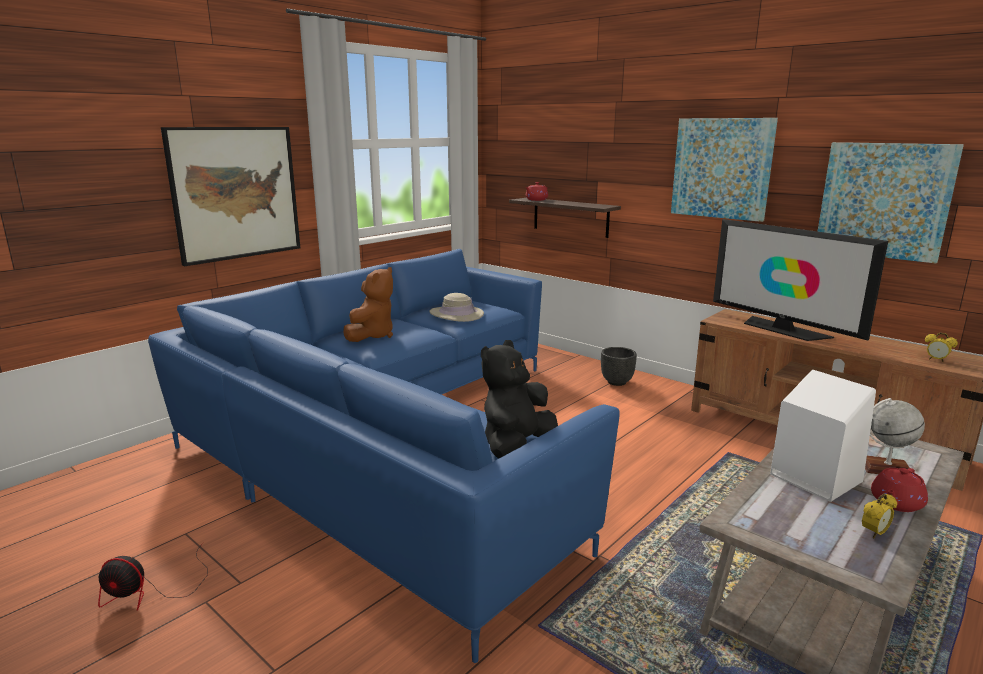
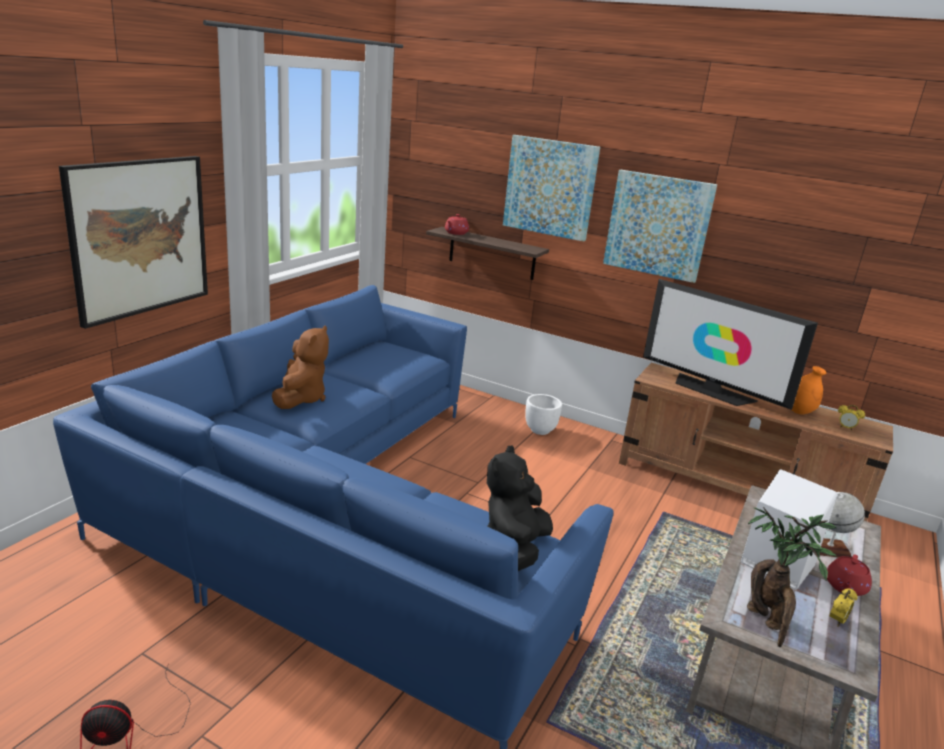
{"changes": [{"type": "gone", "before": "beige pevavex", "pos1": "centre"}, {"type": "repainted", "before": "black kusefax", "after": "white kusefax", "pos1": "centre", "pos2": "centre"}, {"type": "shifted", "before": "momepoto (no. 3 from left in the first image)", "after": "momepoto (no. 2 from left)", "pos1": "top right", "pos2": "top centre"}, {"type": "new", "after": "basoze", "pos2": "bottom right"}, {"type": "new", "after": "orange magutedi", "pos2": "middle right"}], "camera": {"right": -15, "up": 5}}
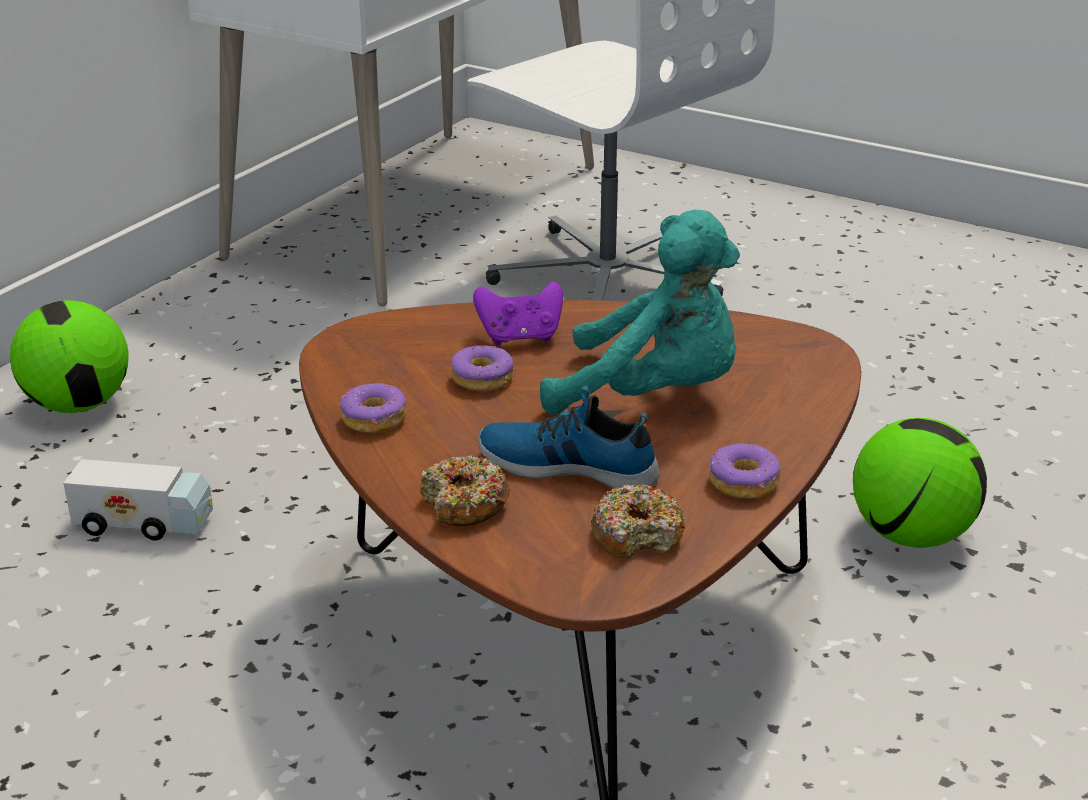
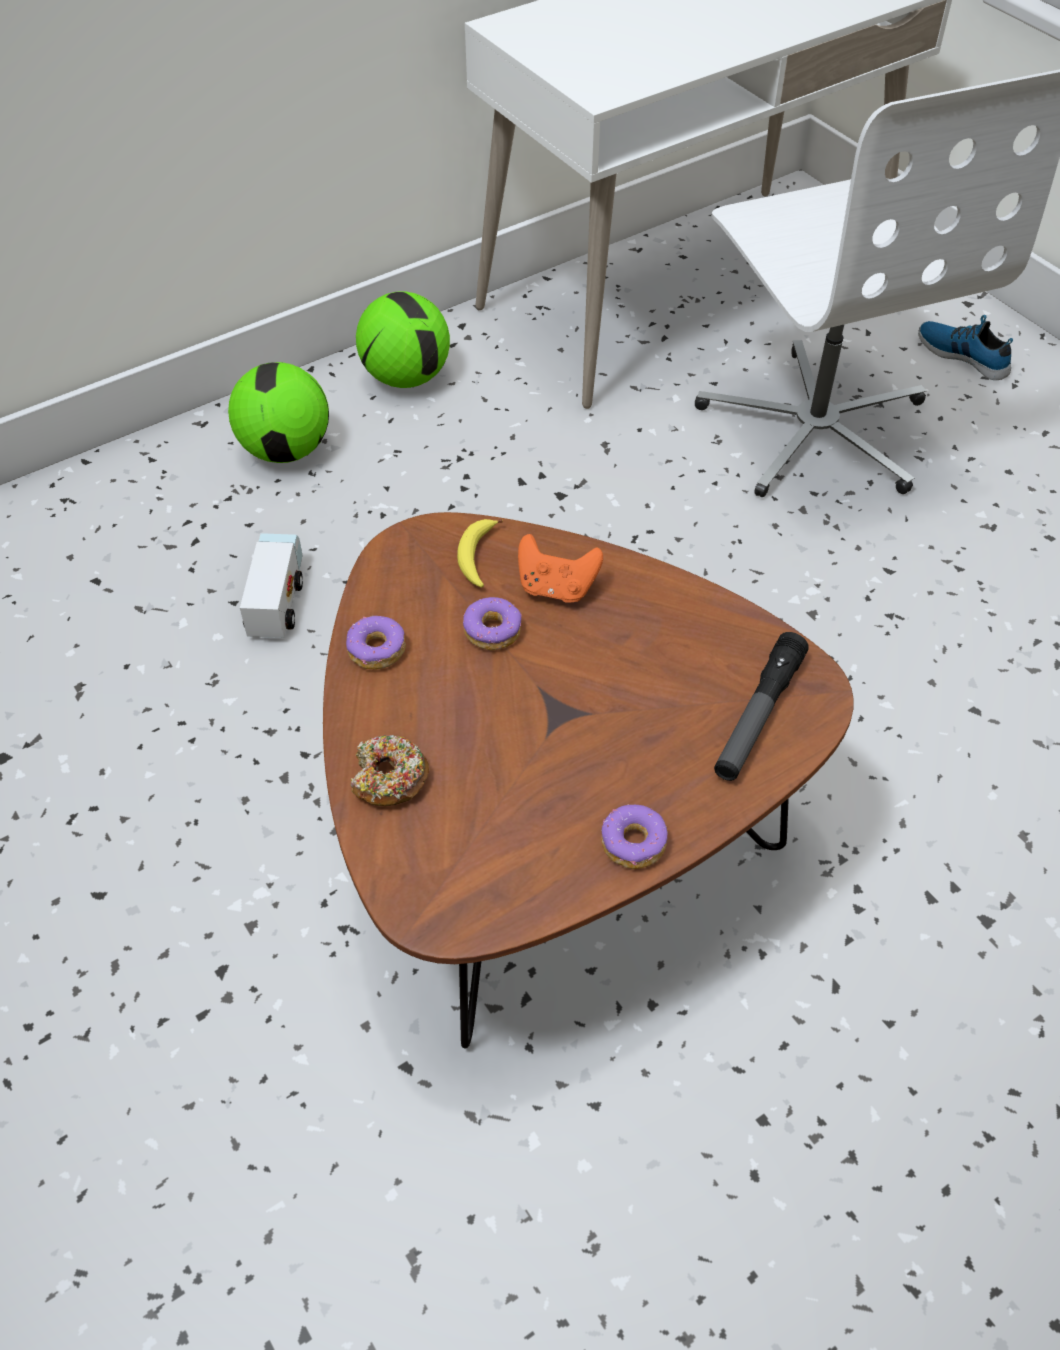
{"changes": [{"type": "rotated", "before": "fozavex", "pos1": "middle left", "pos2": "middle left", "turn": -120}, {"type": "repainted", "before": "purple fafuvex", "after": "orange fafuvex", "pos1": "centre", "pos2": "centre"}, {"type": "shifted", "before": "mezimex", "pos1": "centre", "pos2": "top right"}, {"type": "gone", "before": "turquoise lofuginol", "pos1": "centre"}, {"type": "gone", "before": "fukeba (no. 4 from left)", "pos1": "centre"}, {"type": "shifted", "before": "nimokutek (no. 2 from left)", "pos1": "middle right", "pos2": "top centre"}, {"type": "new", "after": "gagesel", "pos2": "centre"}, {"type": "new", "after": "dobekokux", "pos2": "middle right"}], "camera": {"right": 25, "up": 20}}
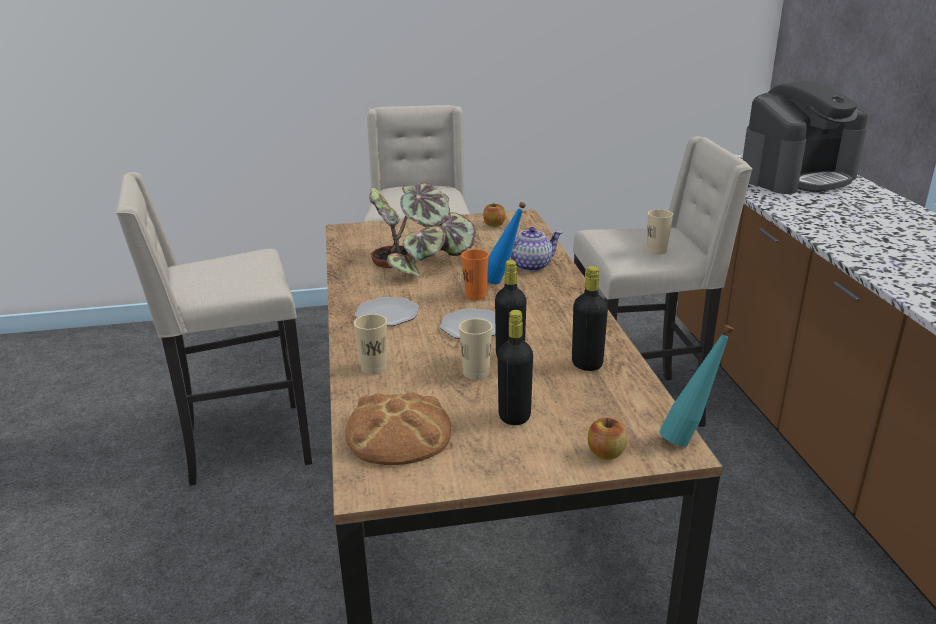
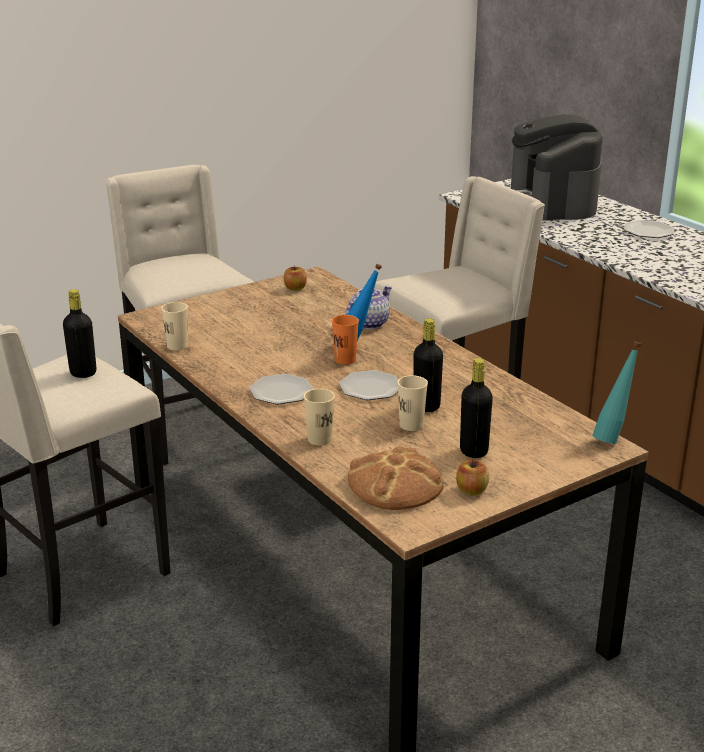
{"changes": [{"type": "gone", "before": "basoze", "pos1": "centre"}, {"type": "shifted", "before": "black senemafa (no. 3 from left in the first image)", "after": "black senemafa (no. 1 from left)", "pos1": "centre", "pos2": "middle left"}, {"type": "shifted", "before": "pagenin (no. 2 from left)", "pos1": "bottom centre", "pos2": "middle right"}, {"type": "shifted", "before": "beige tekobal (no. 3 from left in the first image)", "after": "beige tekobal (no. 1 from left)", "pos1": "middle right", "pos2": "middle left"}, {"type": "rotated", "before": "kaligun", "pos1": "top right", "pos2": "top right", "turn": 135}, {"type": "new", "after": "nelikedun (no. 3 from left)", "pos2": "top right"}], "camera": {"right": -25, "up": 0}}
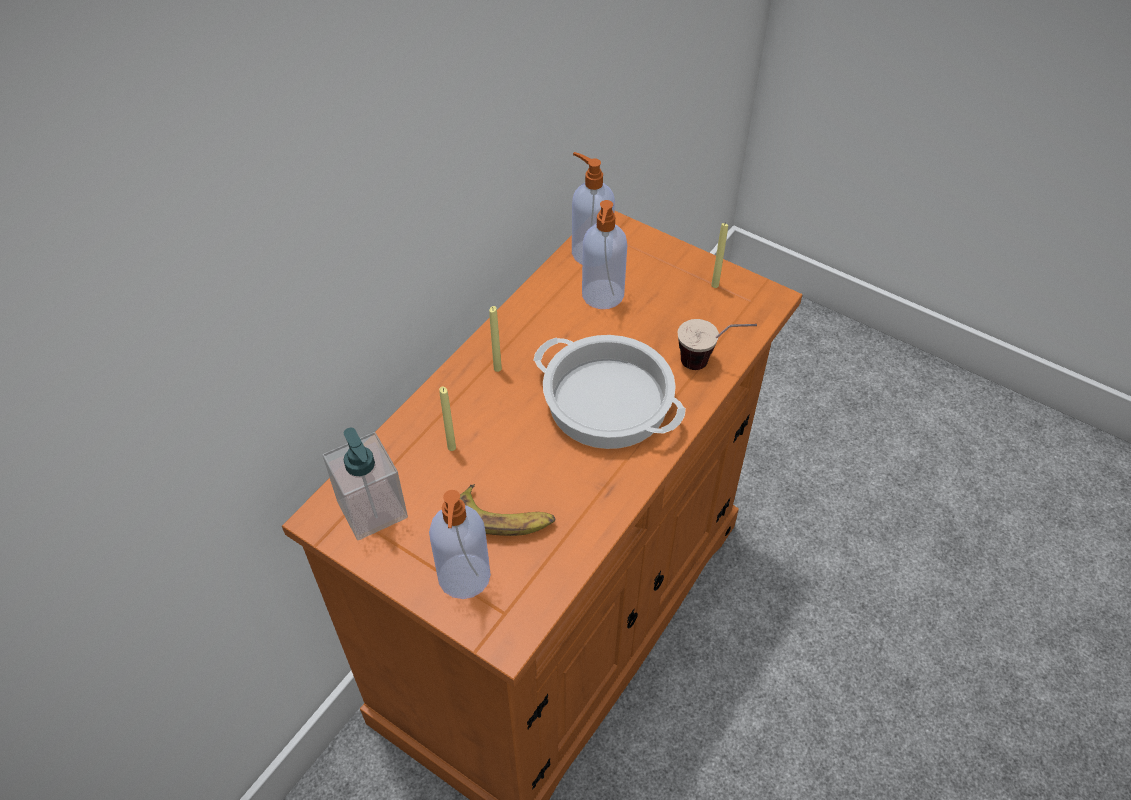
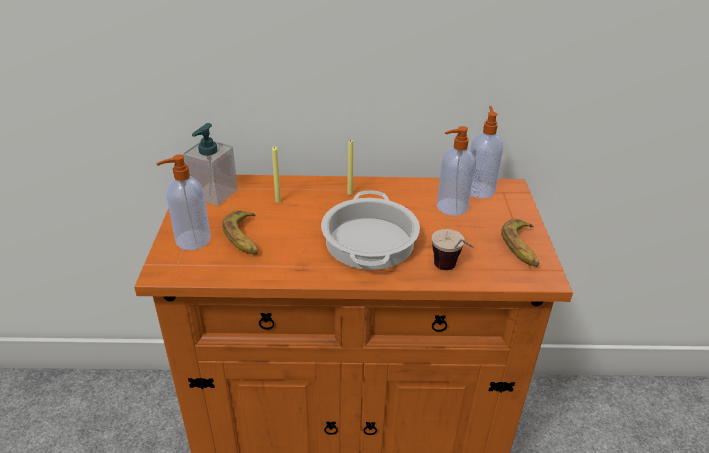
{"changes": [{"type": "swapped", "before": "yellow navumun (no. 3 from left)", "after": "gagesel (no. 2 from left)", "pos1": "top centre", "pos2": "middle right"}], "camera": {"right": 55, "up": -15}}
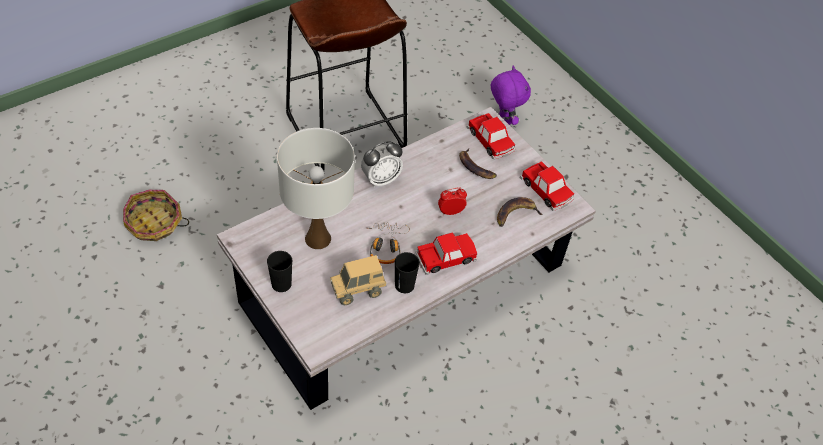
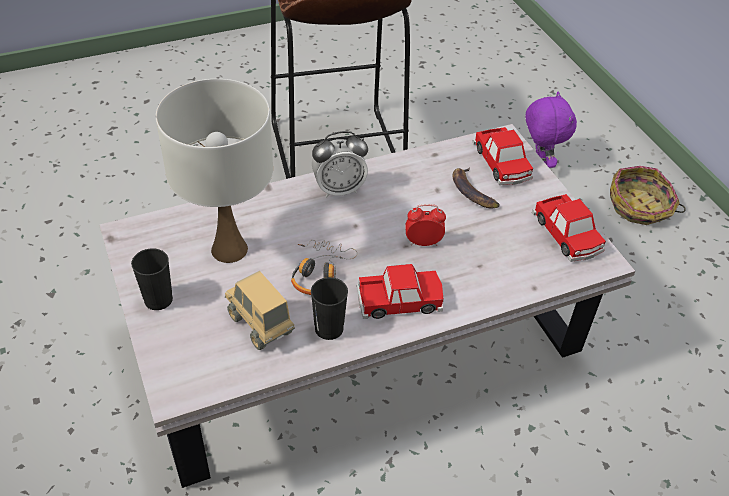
{"changes": [{"type": "shifted", "before": "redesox", "pos1": "middle left", "pos2": "middle right"}, {"type": "rotated", "before": "fozavex", "pos1": "centre", "pos2": "centre", "turn": 60}, {"type": "gone", "before": "gagesel (no. 2 from left)", "pos1": "centre"}], "camera": {"right": 15, "up": -5}}
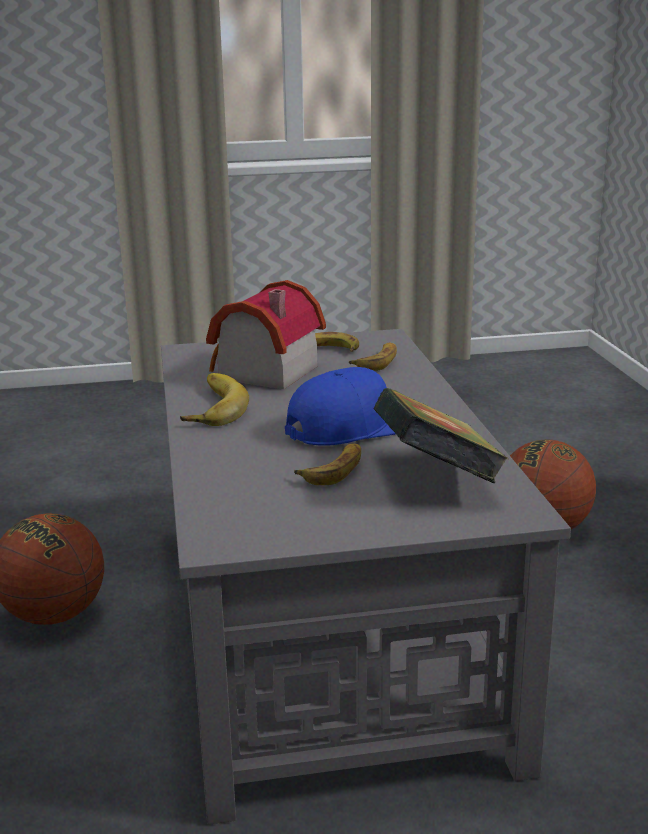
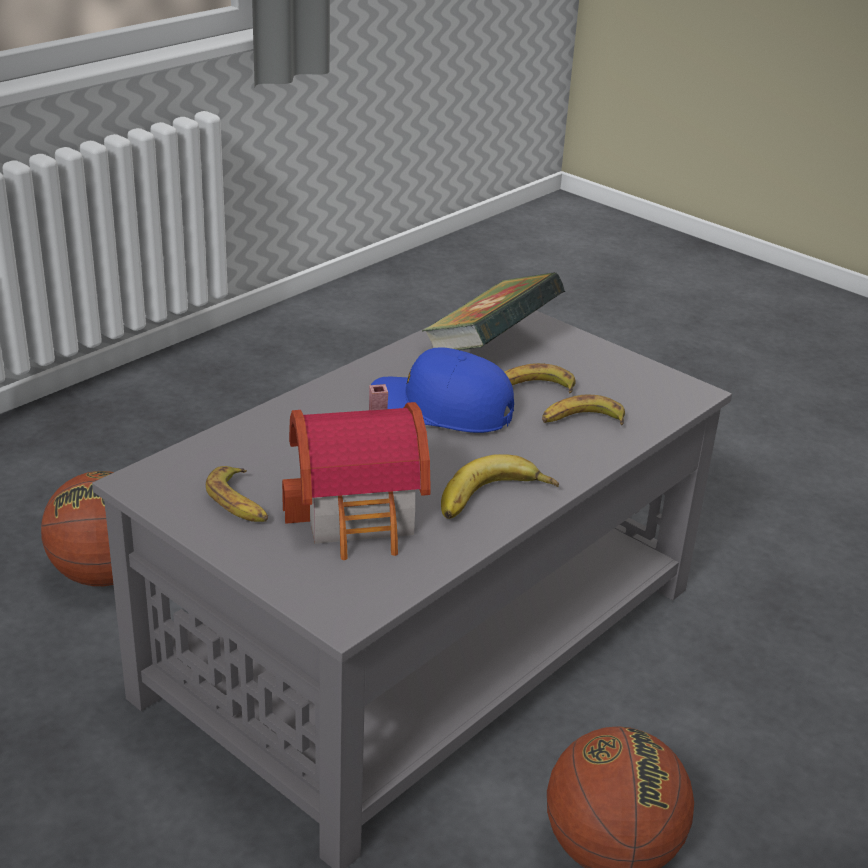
{"changes": [{"type": "shifted", "before": "gagesel (no. 4 from left)", "pos1": "centre", "pos2": "middle right"}], "camera": {"right": -130, "up": 10}}
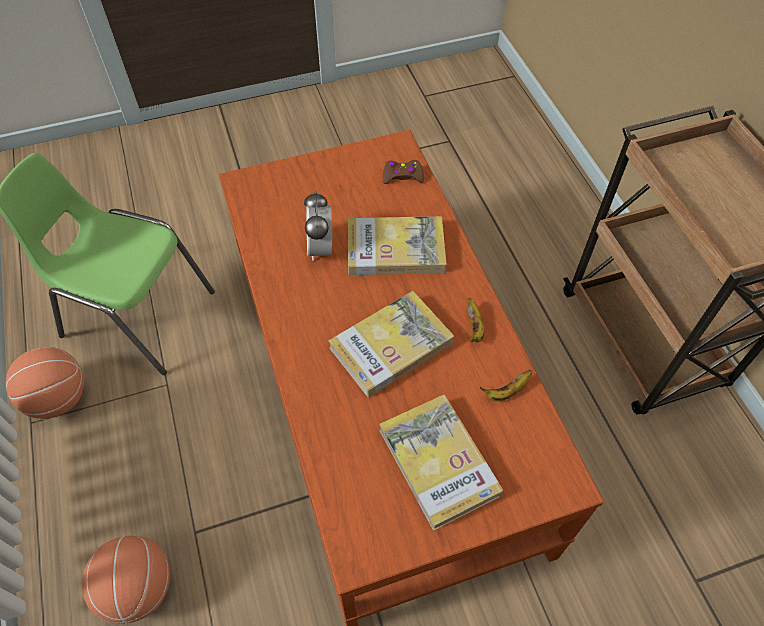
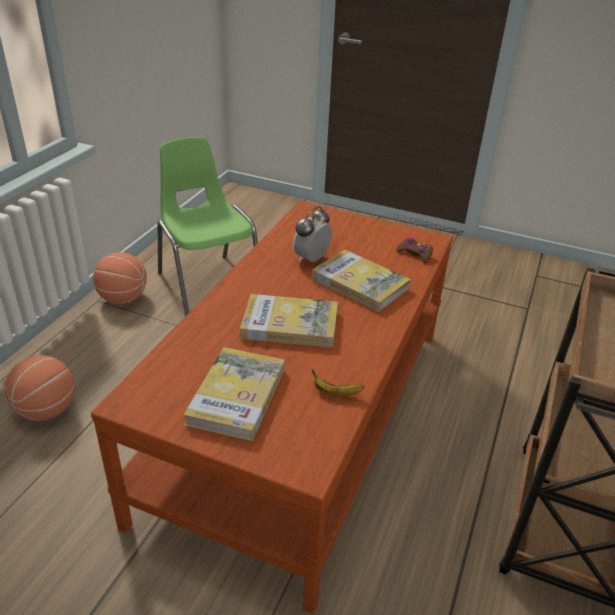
{"changes": [{"type": "gone", "before": "gagesel (no. 1 from left)", "pos1": "centre"}], "camera": {"right": 40, "up": -20}}
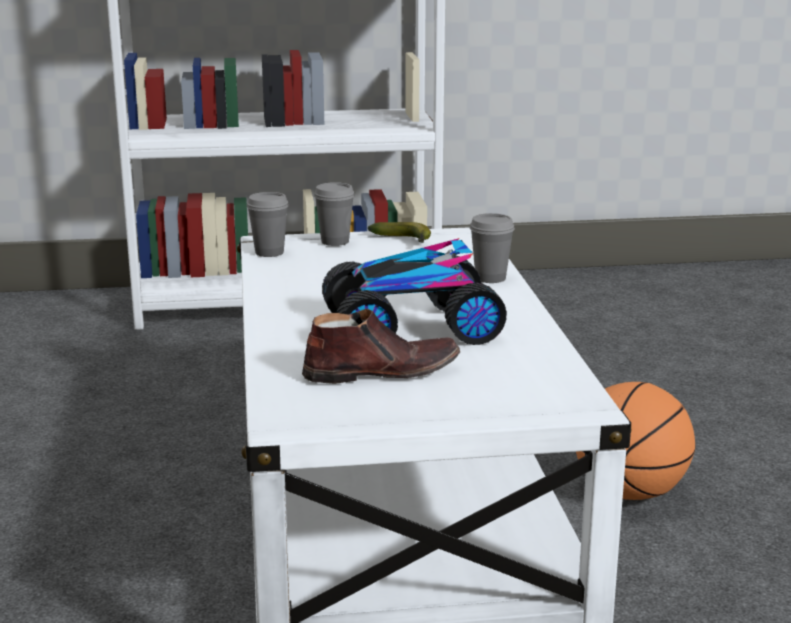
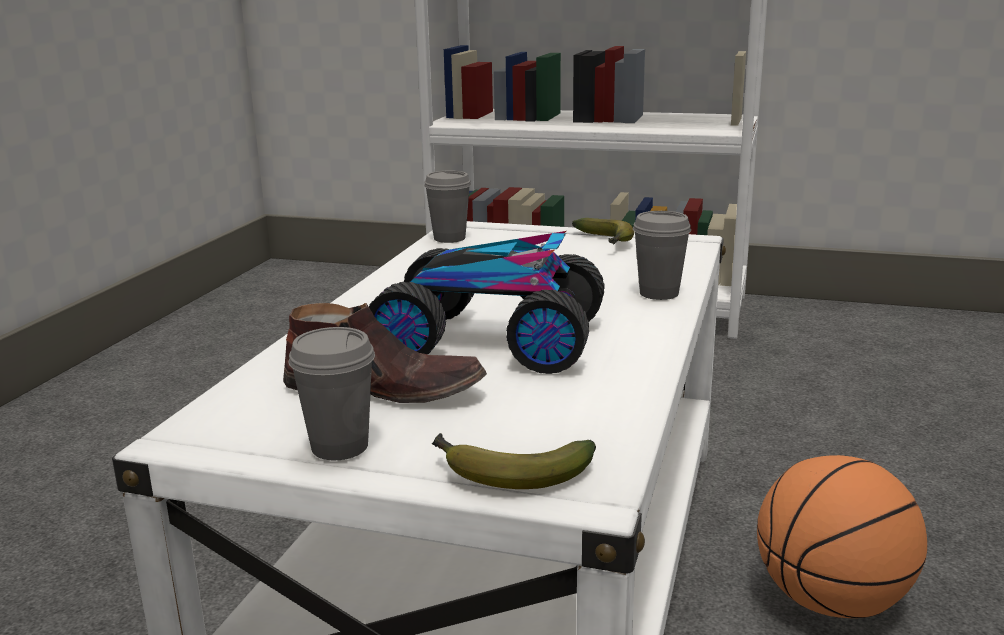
{"changes": [{"type": "shifted", "before": "grey tekobal (no. 2 from left in the first image)", "after": "grey tekobal (no. 1 from left)", "pos1": "centre", "pos2": "middle left"}, {"type": "new", "after": "gagesel (no. 1 from left)", "pos2": "bottom centre"}], "camera": {"right": 25, "up": 0}}
